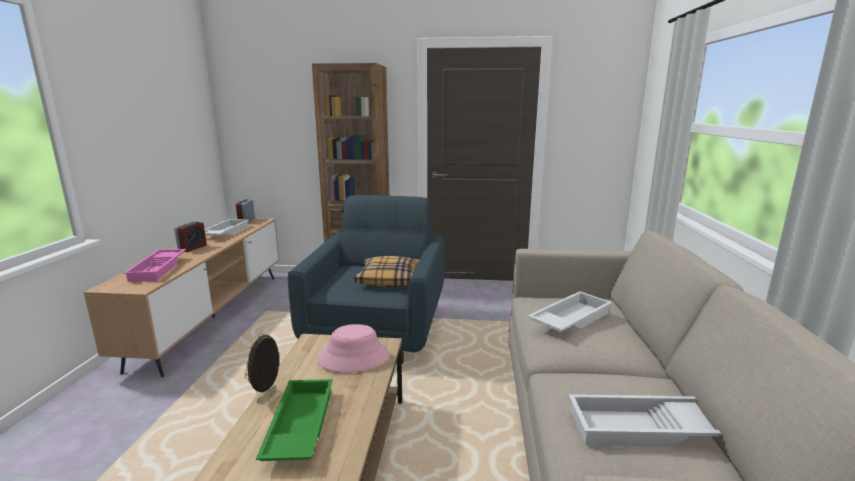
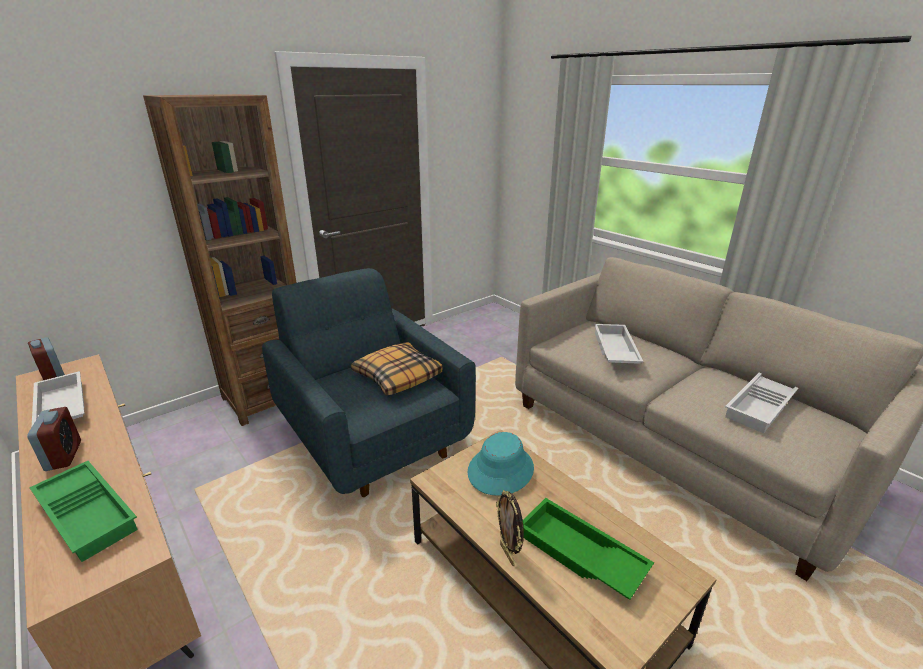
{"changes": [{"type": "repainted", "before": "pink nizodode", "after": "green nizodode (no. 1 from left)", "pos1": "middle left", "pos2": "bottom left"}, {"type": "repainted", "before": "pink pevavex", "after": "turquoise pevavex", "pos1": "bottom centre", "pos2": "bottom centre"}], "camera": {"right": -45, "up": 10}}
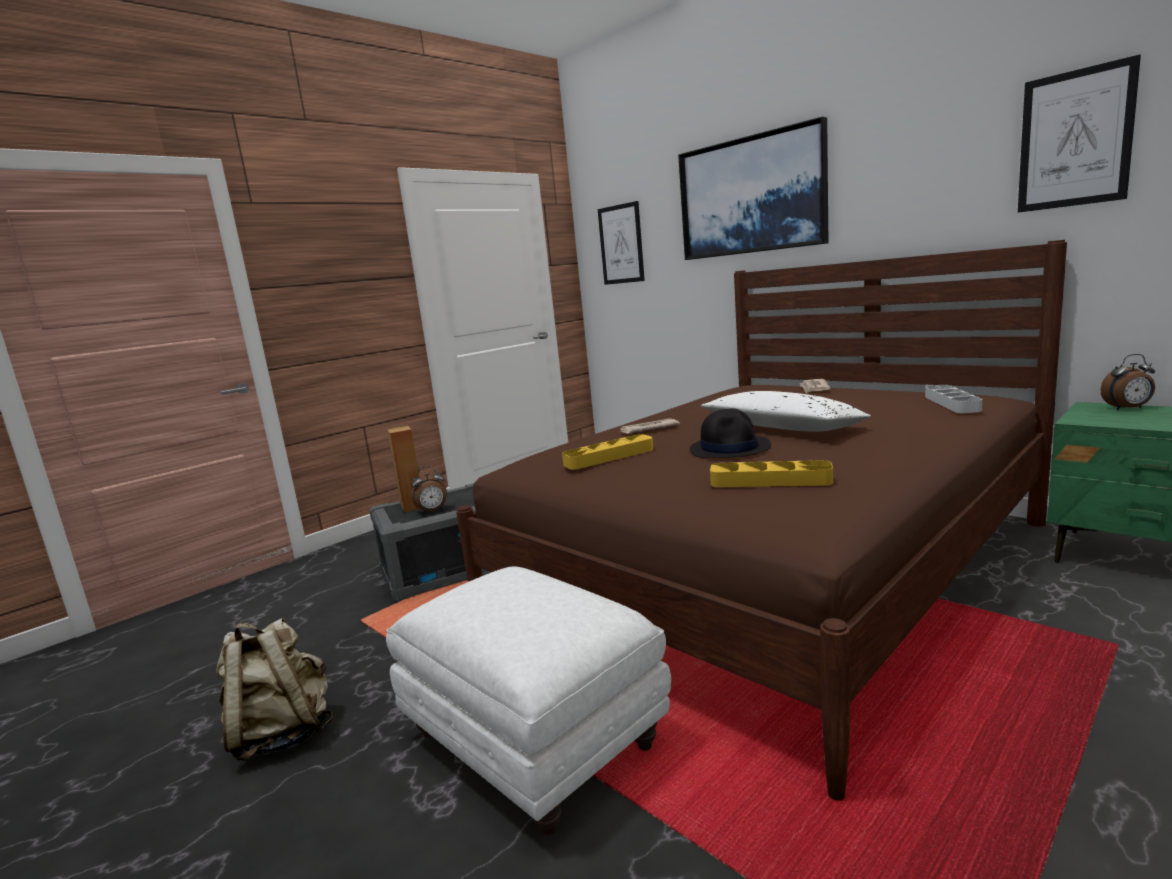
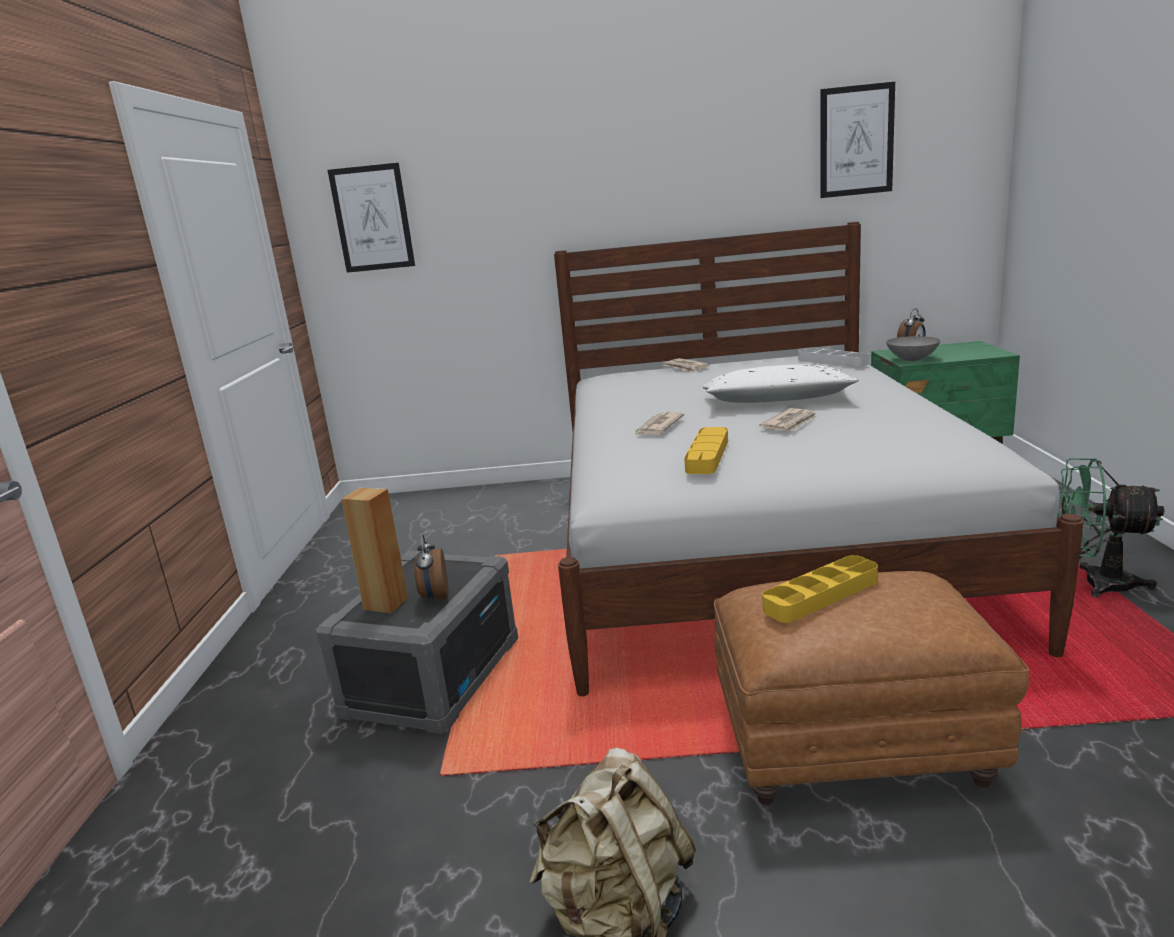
{"changes": [{"type": "repainted", "before": "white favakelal", "after": "brown favakelal", "pos1": "bottom centre", "pos2": "bottom right"}, {"type": "rotated", "before": "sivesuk (no. 1 from left)", "pos1": "centre", "pos2": "centre", "turn": 150}, {"type": "repainted", "before": "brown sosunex", "after": "white sosunex", "pos1": "centre", "pos2": "middle right"}, {"type": "gone", "before": "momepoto (no. 2 from left)", "pos1": "top centre"}, {"type": "swapped", "before": "black pevavex", "after": "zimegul (no. 3 from left)", "pos1": "centre", "pos2": "middle right"}, {"type": "shifted", "before": "yellow nizodode (no. 2 from left)", "pos1": "centre", "pos2": "middle right"}, {"type": "new", "after": "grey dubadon", "pos2": "middle right"}, {"type": "new", "after": "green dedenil", "pos2": "middle right"}], "camera": {"right": -45, "up": 5}}
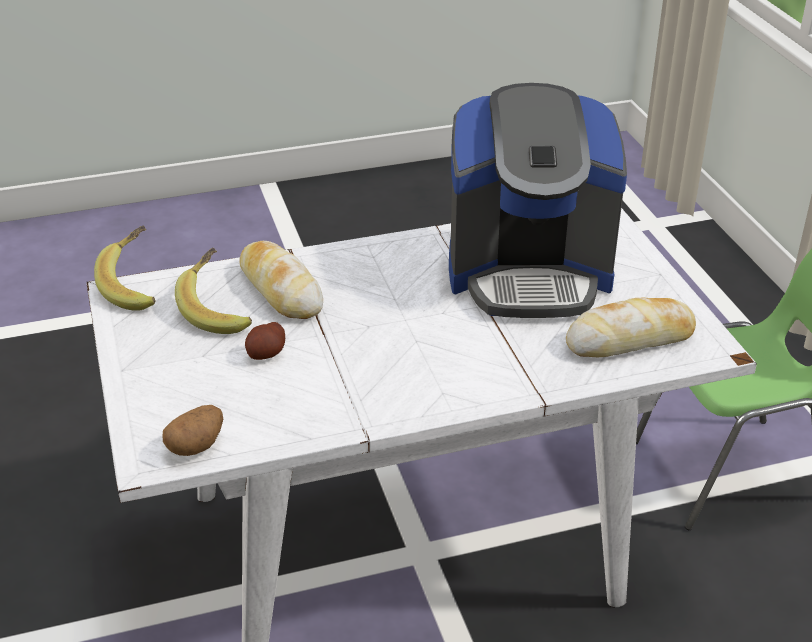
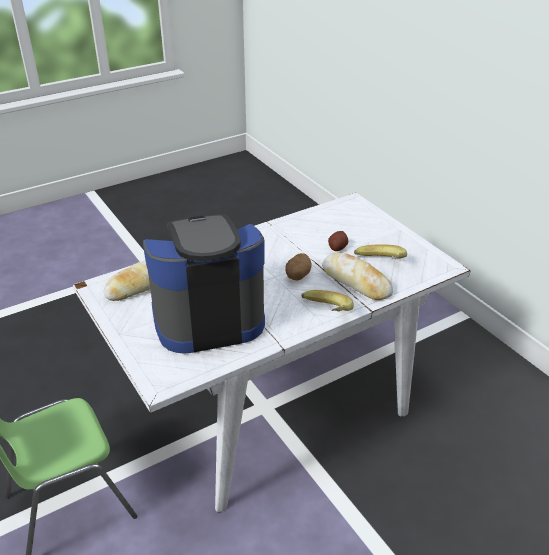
{"changes": [{"type": "shifted", "before": "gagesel (no. 1 from left)", "pos1": "middle left", "pos2": "centre"}, {"type": "shifted", "before": "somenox (no. 1 from left)", "pos1": "bottom left", "pos2": "centre"}], "camera": {"right": 165, "up": 0}}
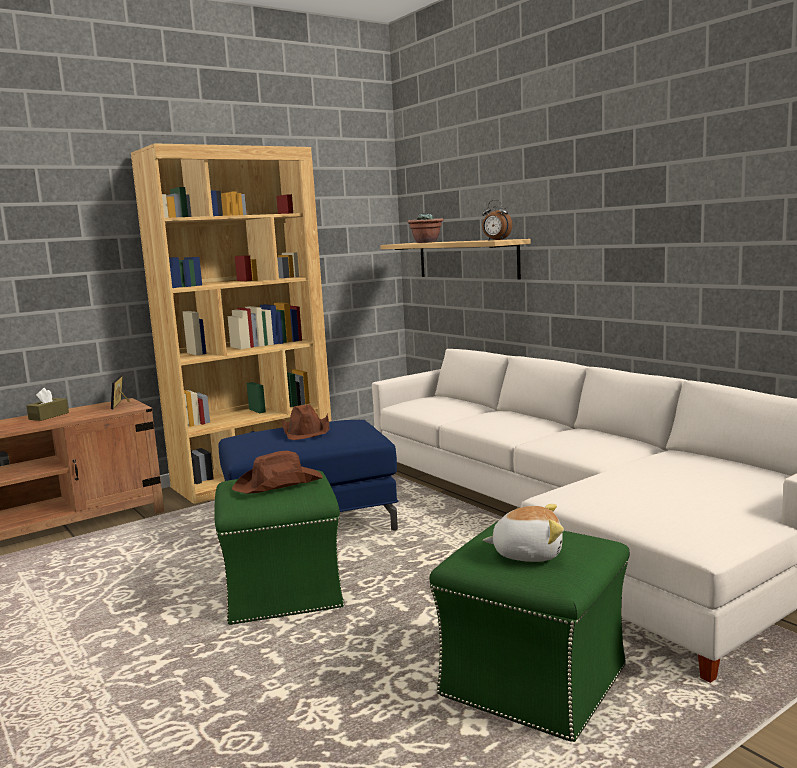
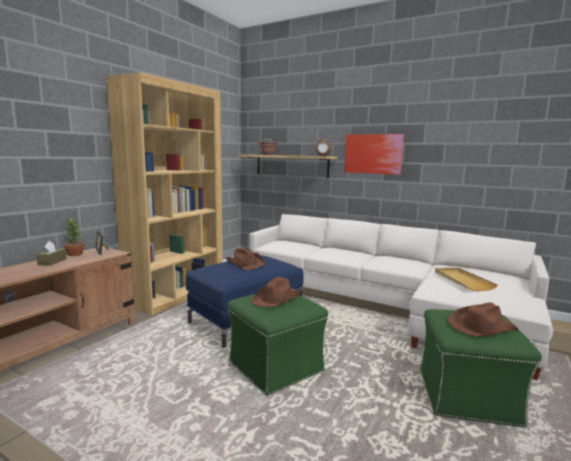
{"changes": [{"type": "swapped", "before": "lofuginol", "after": "brown pevavex (no. 3 from left)", "pos1": "bottom centre", "pos2": "bottom right"}, {"type": "new", "after": "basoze (no. 1 from left)", "pos2": "middle left"}, {"type": "new", "after": "momepoto", "pos2": "centre"}, {"type": "new", "after": "beige nizodode", "pos2": "middle right"}], "camera": {"right": -25, "up": 0}}
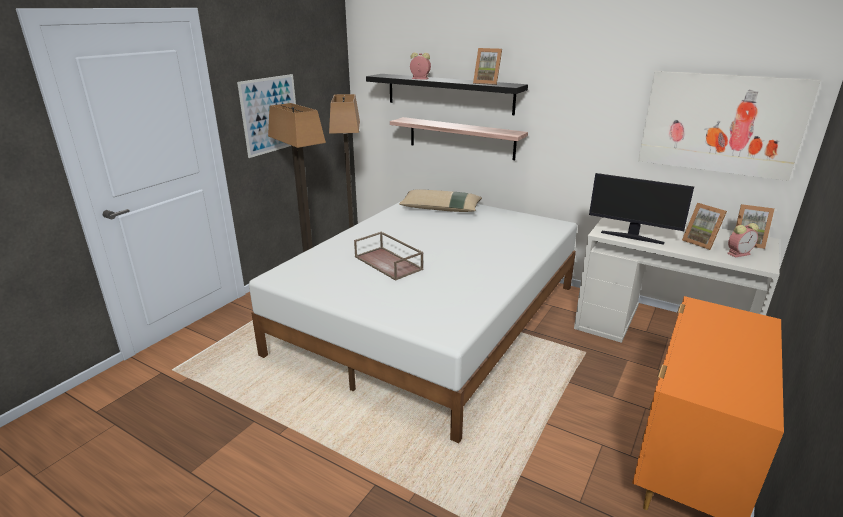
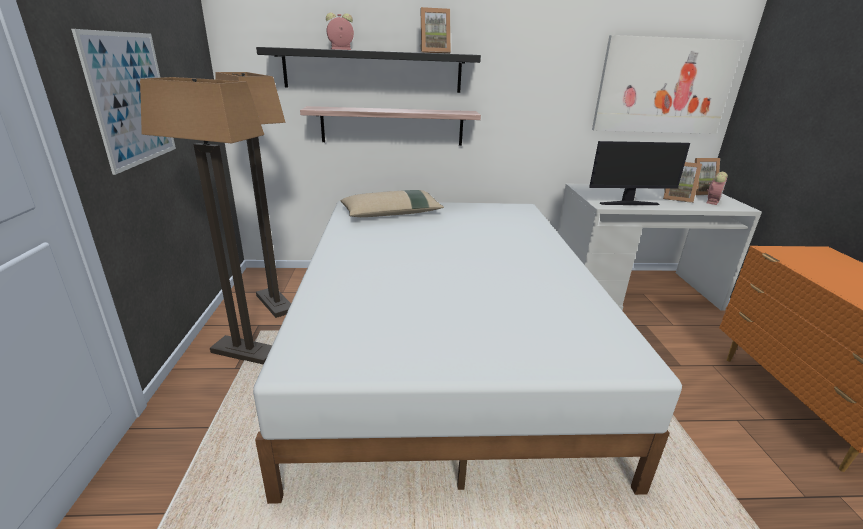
{"changes": [{"type": "gone", "before": "brown nizodode", "pos1": "centre"}], "camera": {"right": -35, "up": 0}}
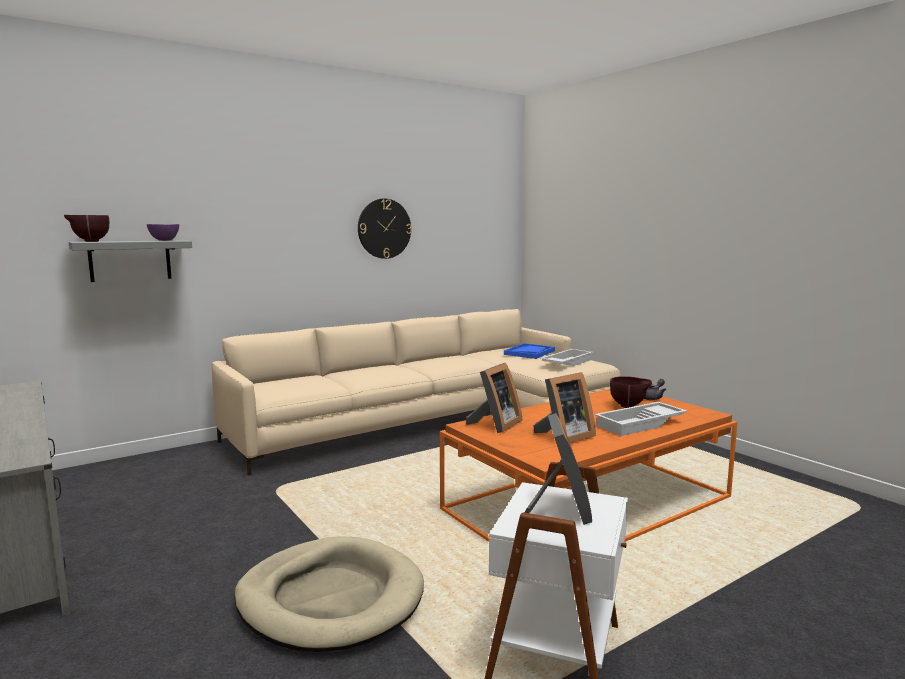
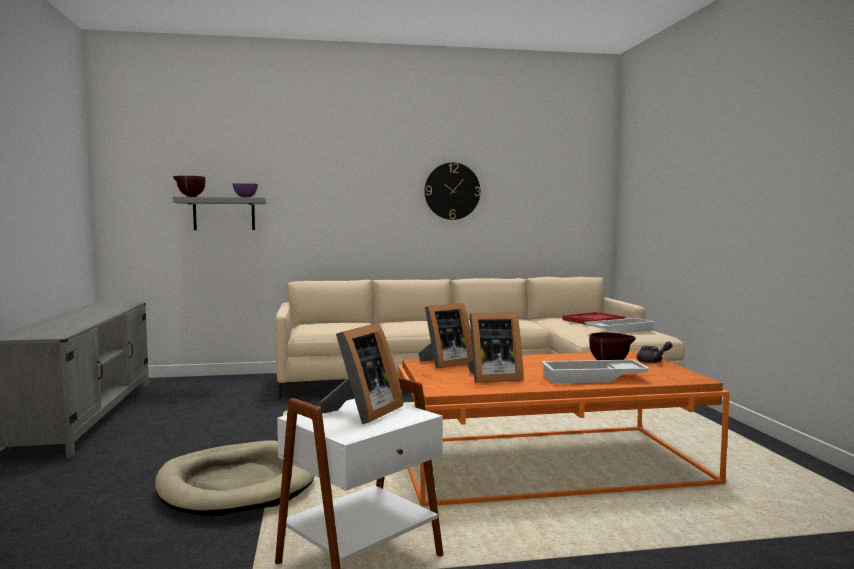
{"changes": [{"type": "repainted", "before": "blue nizodode", "after": "red nizodode", "pos1": "centre", "pos2": "middle right"}], "camera": {"right": 25, "up": -5}}
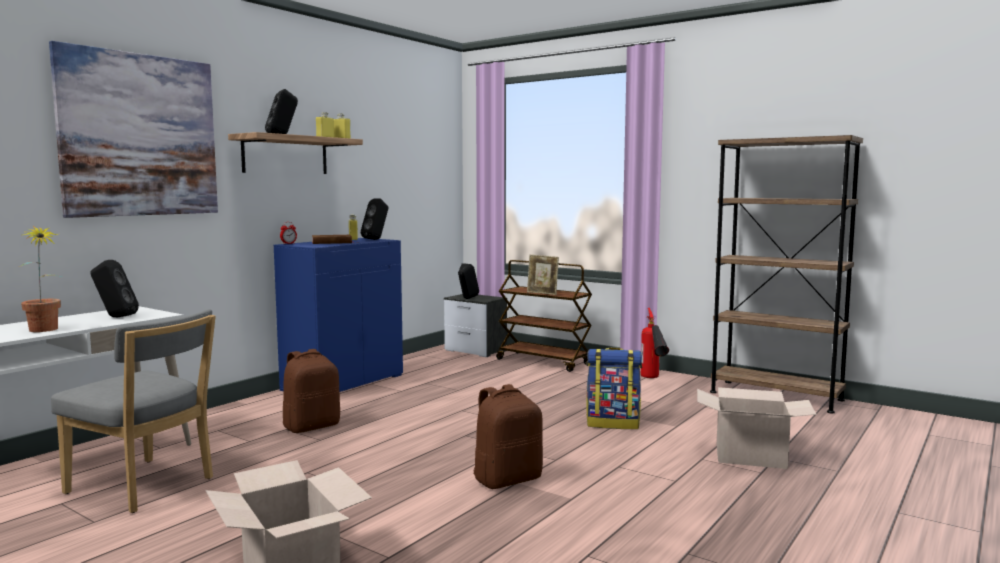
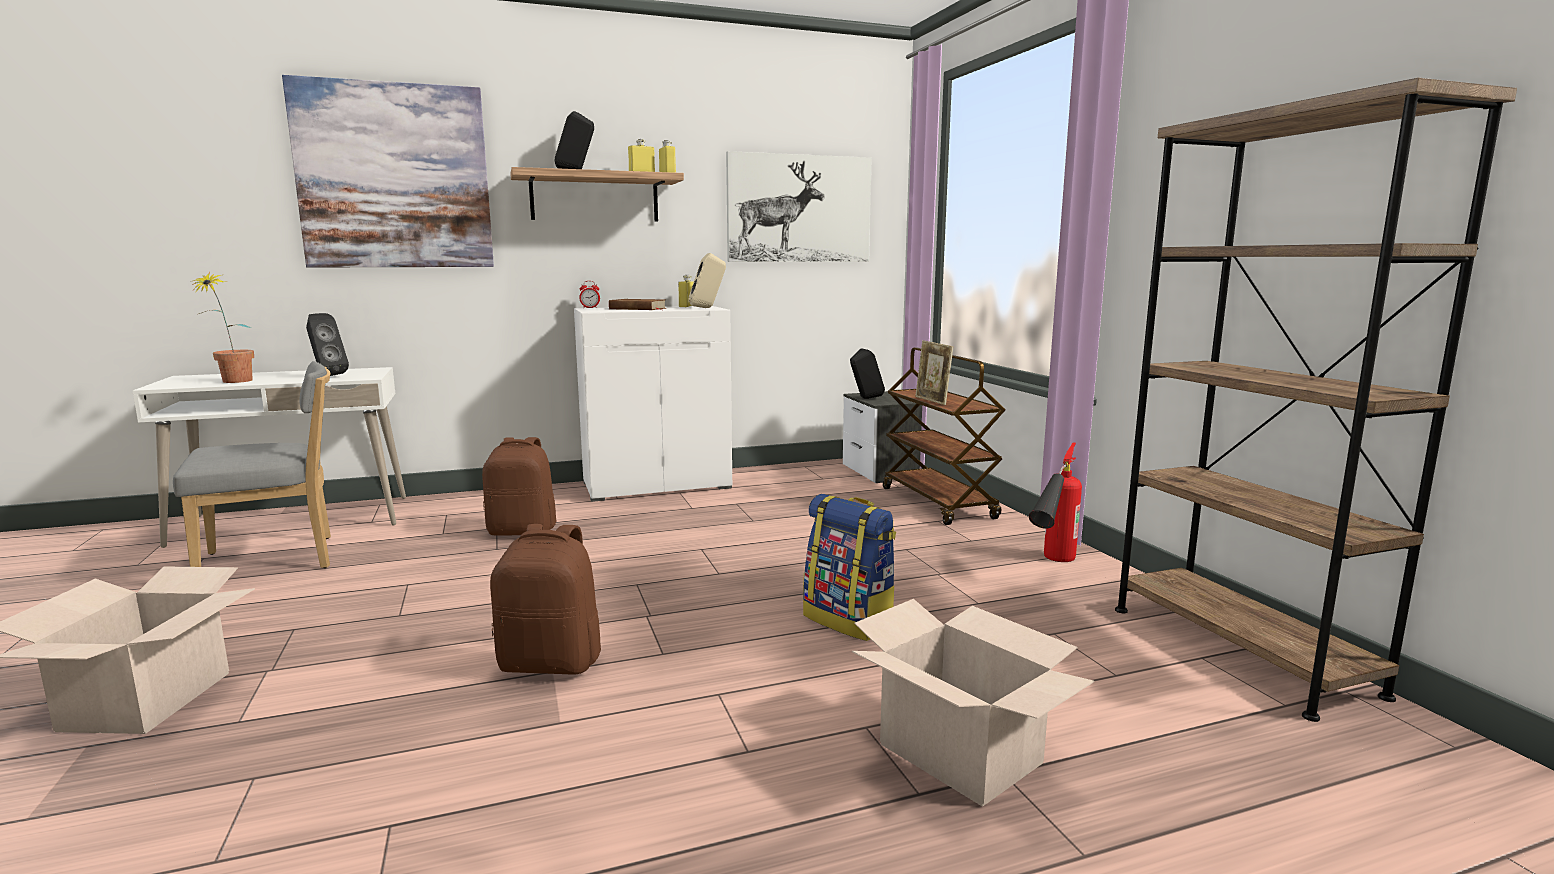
{"changes": [{"type": "rotated", "before": "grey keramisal", "pos1": "bottom left", "pos2": "middle left", "turn": -90}, {"type": "repainted", "before": "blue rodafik", "after": "white rodafik", "pos1": "centre", "pos2": "centre"}, {"type": "repainted", "before": "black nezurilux (no. 3 from left)", "after": "beige nezurilux", "pos1": "centre", "pos2": "top centre"}, {"type": "new", "after": "momepoto (no. 2 from left)", "pos2": "top centre"}], "camera": {"right": 35, "up": 5}}
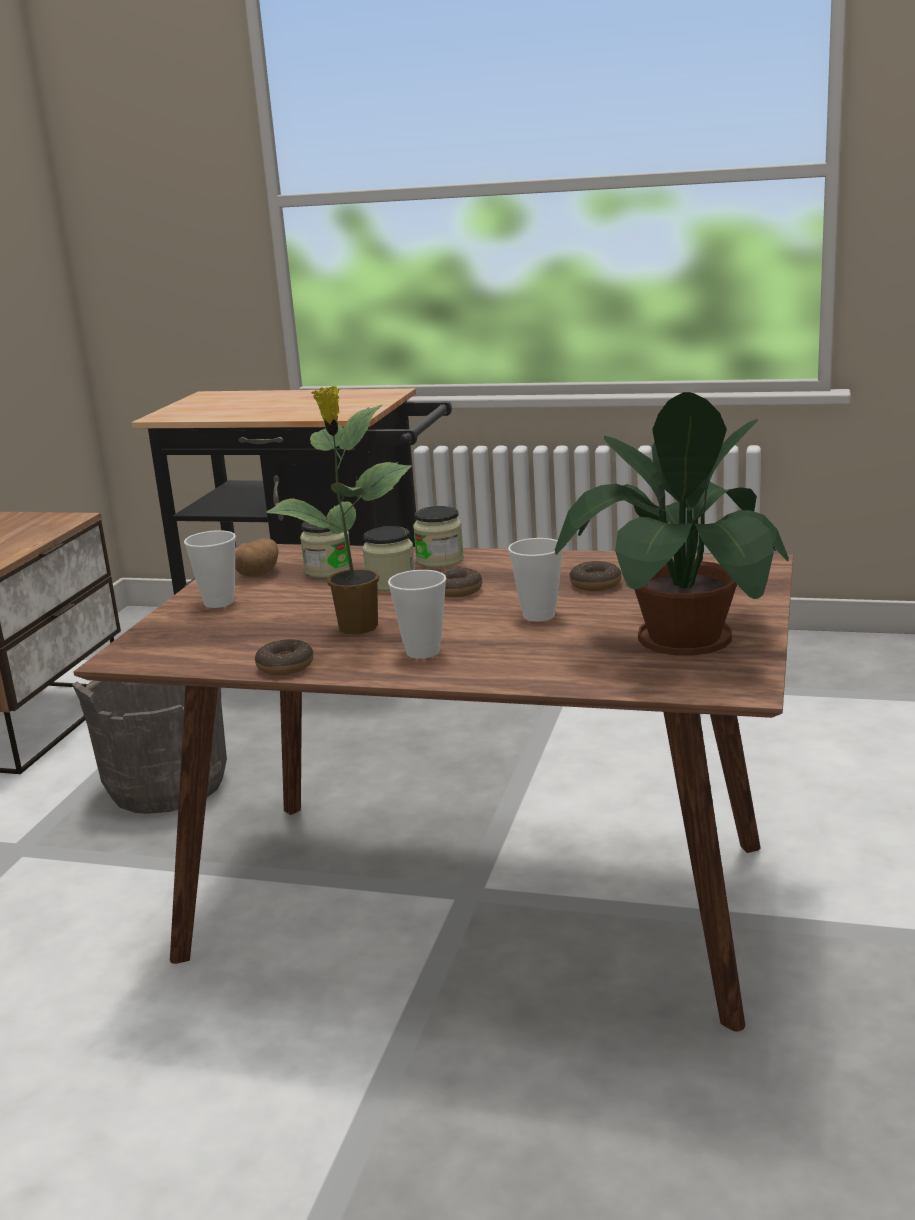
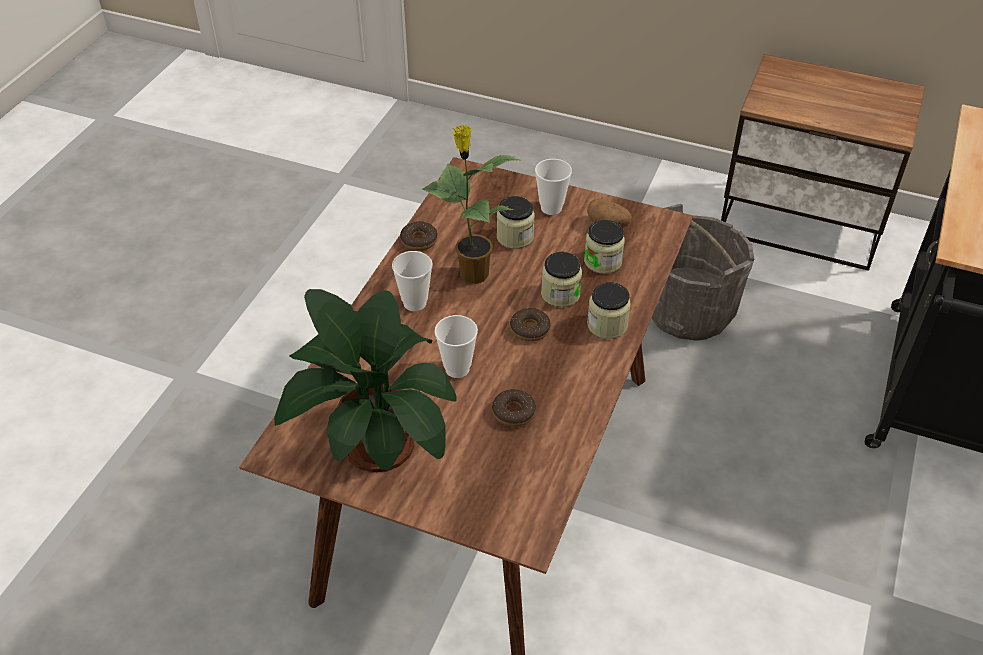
{"changes": [{"type": "new", "after": "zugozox (no. 1 from left)", "pos2": "centre"}], "camera": {"right": 95, "up": 25}}
